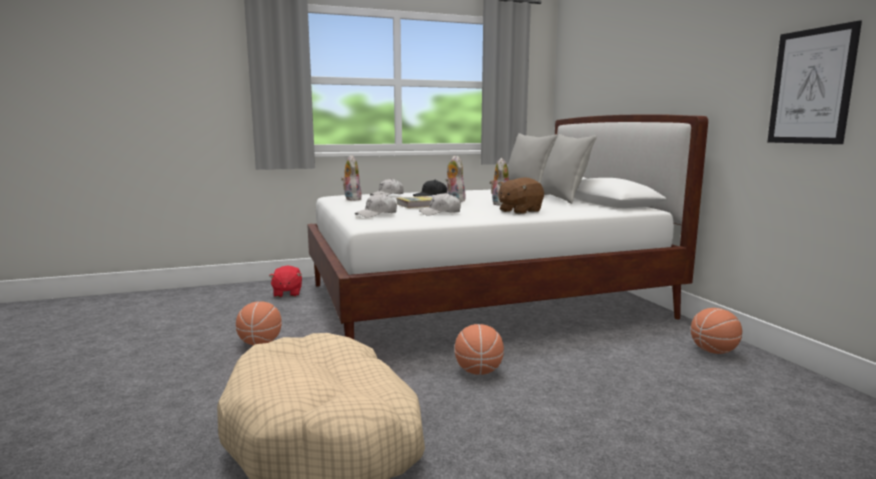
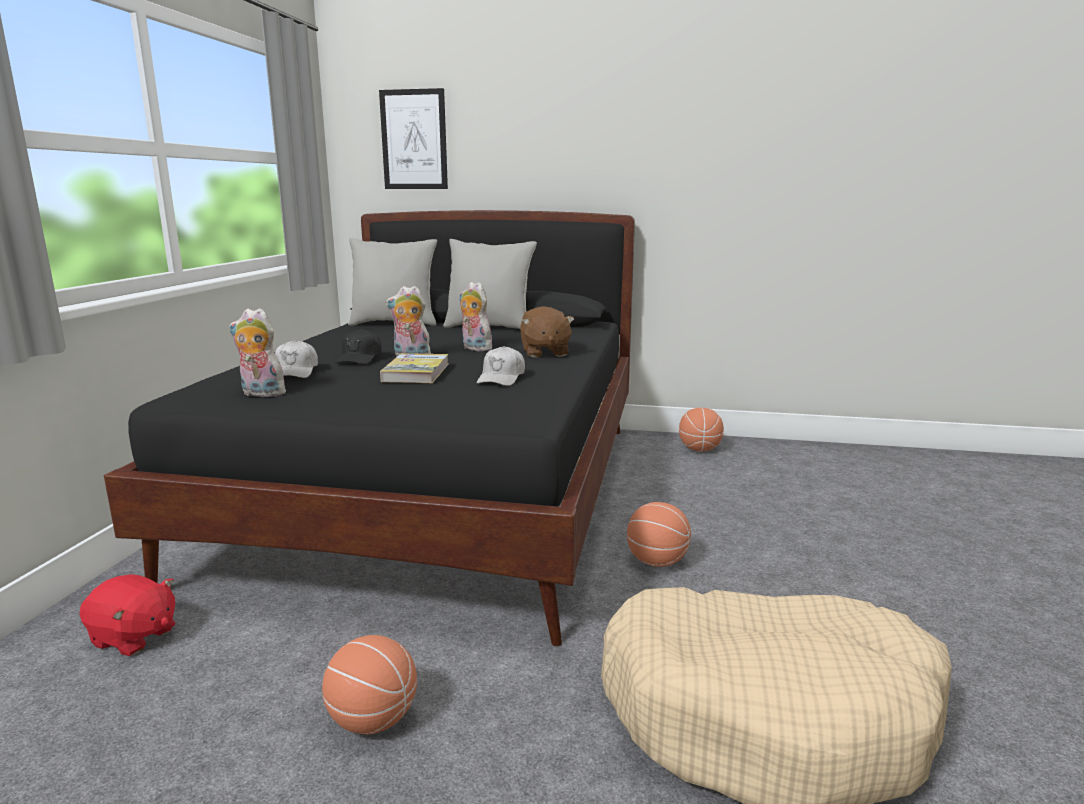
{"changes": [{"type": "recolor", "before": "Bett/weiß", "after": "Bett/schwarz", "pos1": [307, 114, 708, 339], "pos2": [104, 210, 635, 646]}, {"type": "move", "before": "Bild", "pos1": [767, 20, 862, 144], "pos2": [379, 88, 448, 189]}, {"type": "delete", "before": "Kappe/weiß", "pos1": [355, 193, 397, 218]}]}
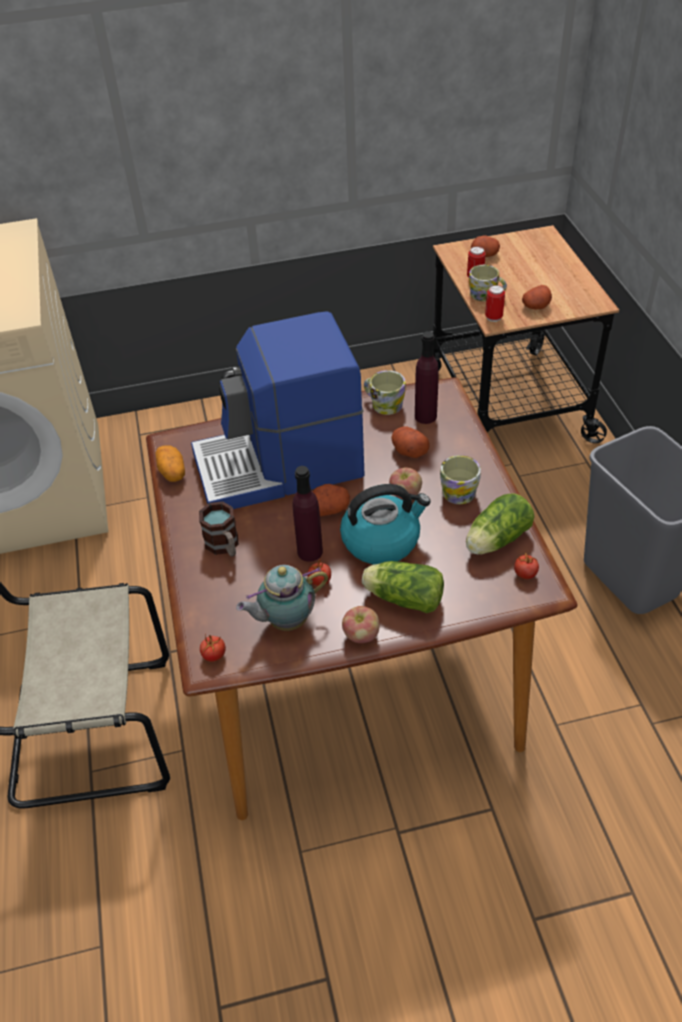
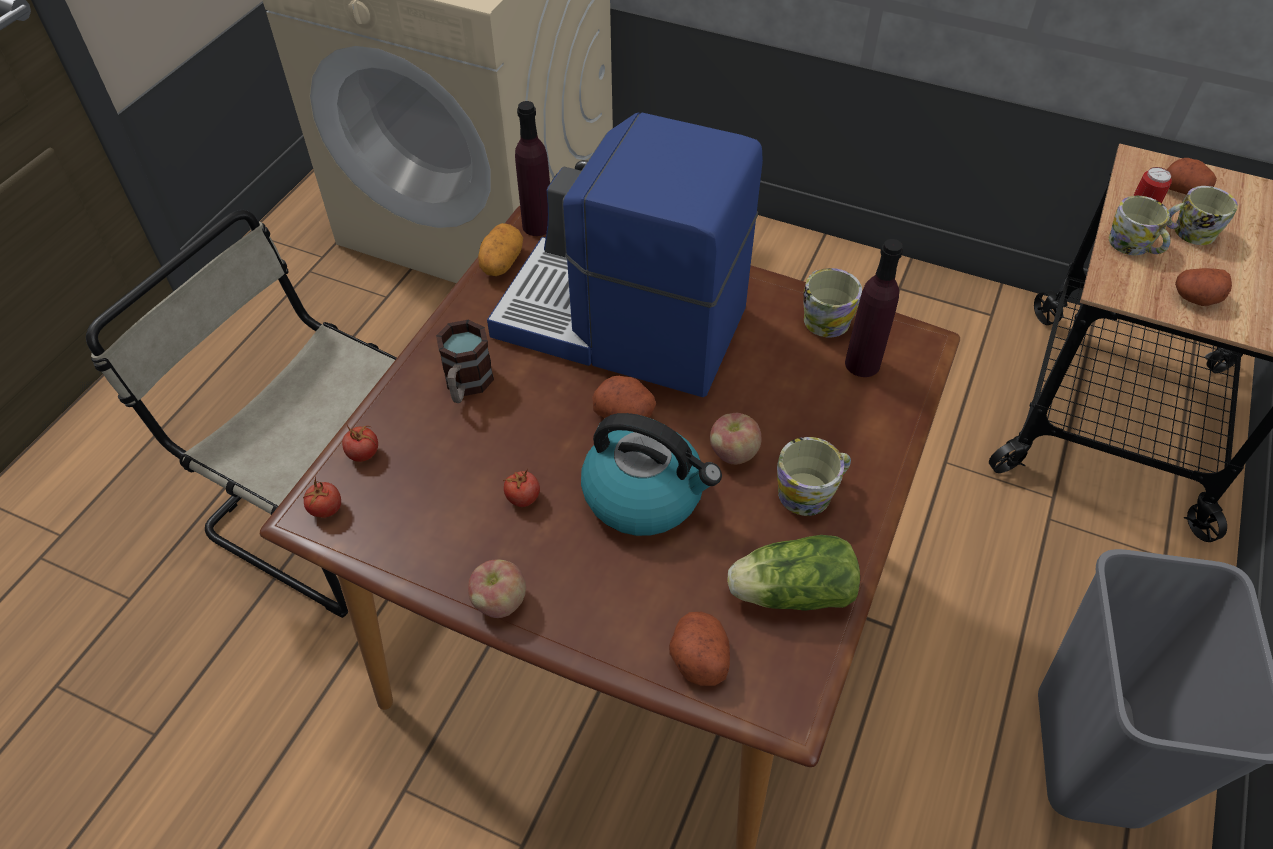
{"changes": [{"type": "move", "before": "Tomate", "pos1": [514, 553, 539, 579], "pos2": [342, 423, 378, 462]}, {"type": "move", "before": "Flasche/lila", "pos1": [292, 466, 323, 562], "pos2": [515, 101, 550, 236]}, {"type": "move", "before": "Kartoffel", "pos1": [391, 426, 430, 458], "pos2": [669, 612, 730, 686]}, {"type": "insert", "after": "Henkelbecher", "pos2": [1166, 186, 1238, 245]}, {"type": "delete", "before": "Teekanne", "pos1": [236, 565, 328, 631]}, {"type": "delete", "before": "Salatkopf", "pos1": [362, 561, 444, 613]}, {"type": "delete", "before": "Dose", "pos1": [485, 285, 505, 322]}]}
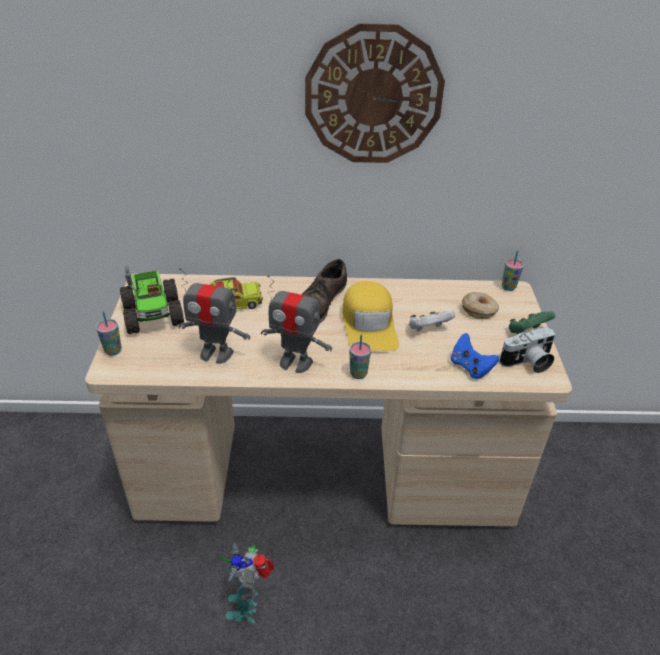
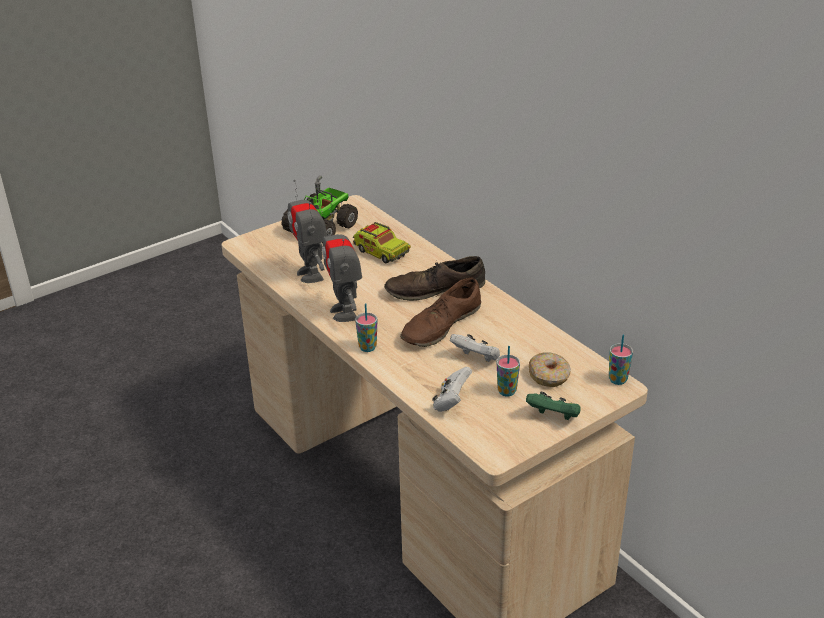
{"changes": [{"type": "replace", "before": "Kappe/gelb", "after": "Schuh/braun", "pos1": [342, 281, 399, 351], "pos2": [400, 278, 481, 347]}, {"type": "recolor", "before": "Gamepad/blau", "after": "Gamepad/weiß", "pos1": [451, 333, 499, 379], "pos2": [432, 367, 472, 412]}, {"type": "move", "before": "Tasse", "pos1": [96, 311, 122, 356], "pos2": [497, 346, 520, 396]}, {"type": "delete", "before": "Spielzeugroboter", "pos1": [218, 543, 274, 624]}, {"type": "delete", "before": "Wanduhr", "pos1": [305, 23, 445, 163]}, {"type": "delete", "before": "Kamera", "pos1": [499, 327, 555, 373]}]}
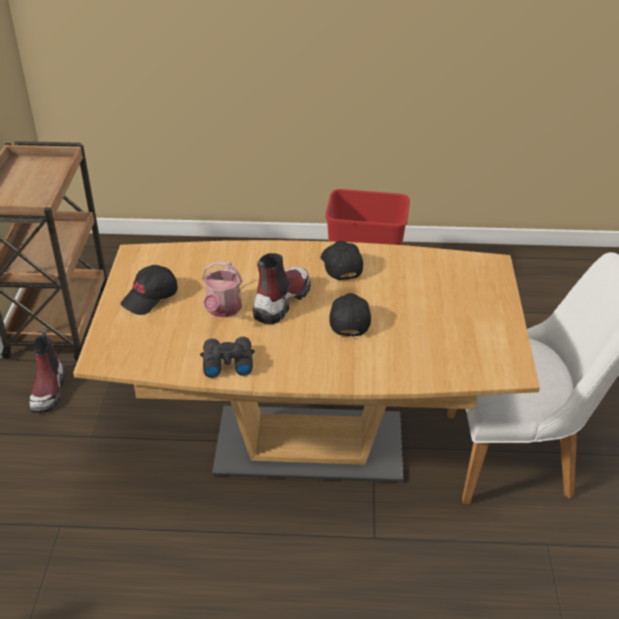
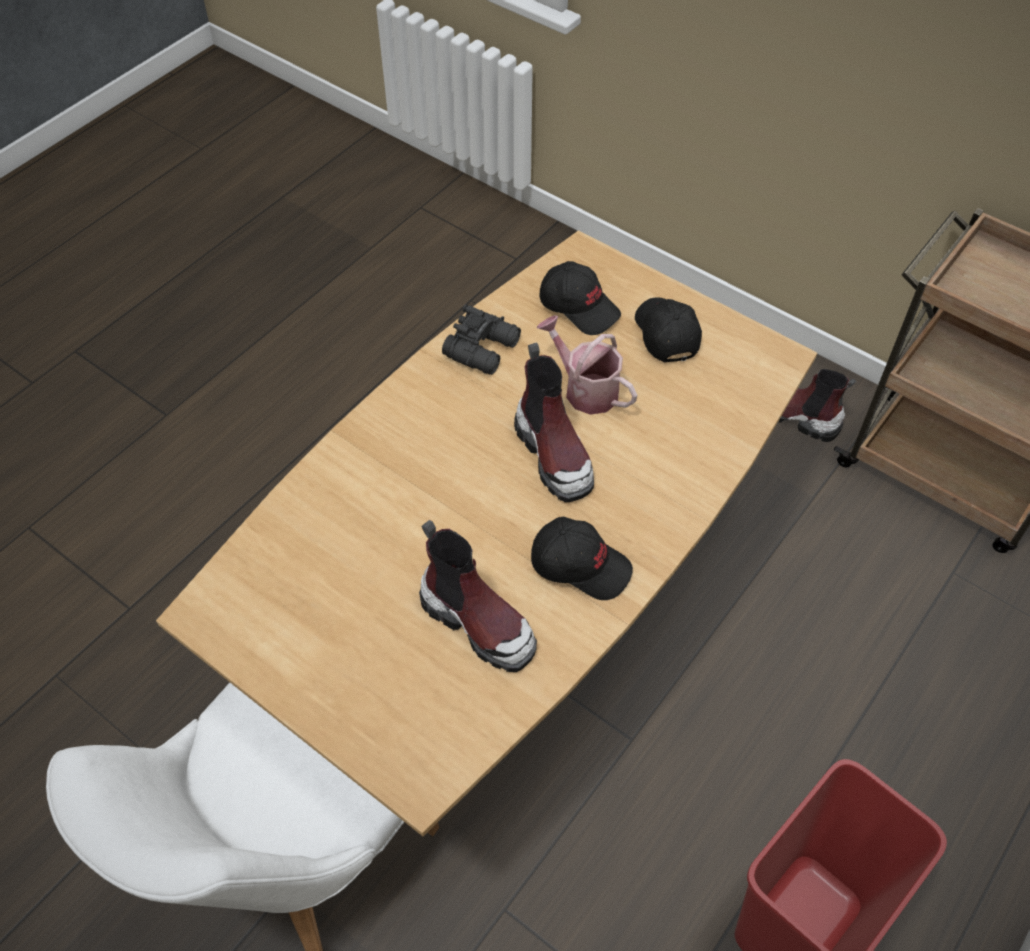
{"changes": [{"type": "insert", "after": "Stiefel", "pos2": [419, 520, 537, 672]}, {"type": "move", "before": "Kappe/schwarz", "pos1": [329, 293, 371, 337], "pos2": [540, 261, 621, 335]}]}
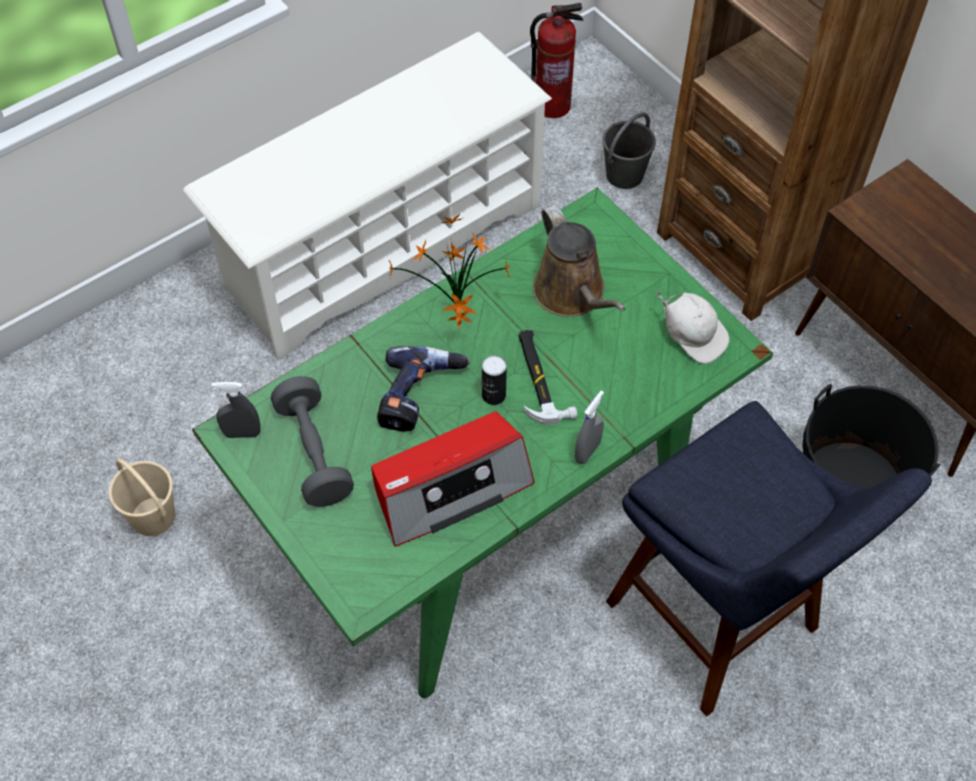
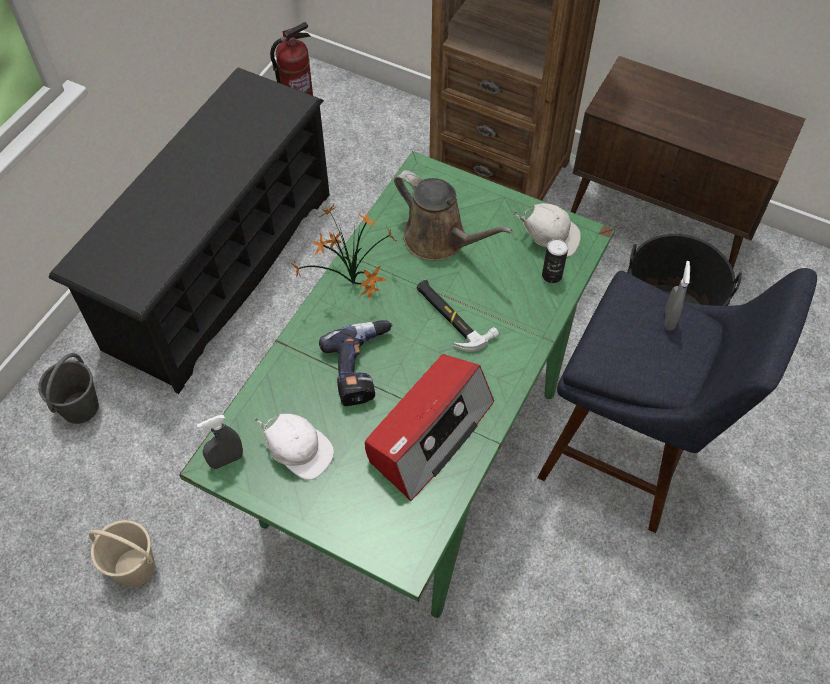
{"changes": [{"type": "move", "before": "Eimer/grau", "pos1": [602, 113, 656, 189], "pos2": [38, 353, 99, 424]}, {"type": "recolor", "before": "Schuhregal/weiß", "after": "Schuhregal/schwarz", "pos1": [183, 32, 552, 361], "pos2": [49, 68, 330, 394]}, {"type": "replace", "before": "Hantel/grau", "after": "Kappe/weiß", "pos1": [271, 376, 354, 507], "pos2": [254, 414, 334, 480]}, {"type": "move", "before": "Dose", "pos1": [482, 355, 507, 405], "pos2": [542, 239, 568, 283]}, {"type": "move", "before": "Sprühflasche/grau", "pos1": [575, 391, 604, 464], "pos2": [665, 261, 690, 331]}]}
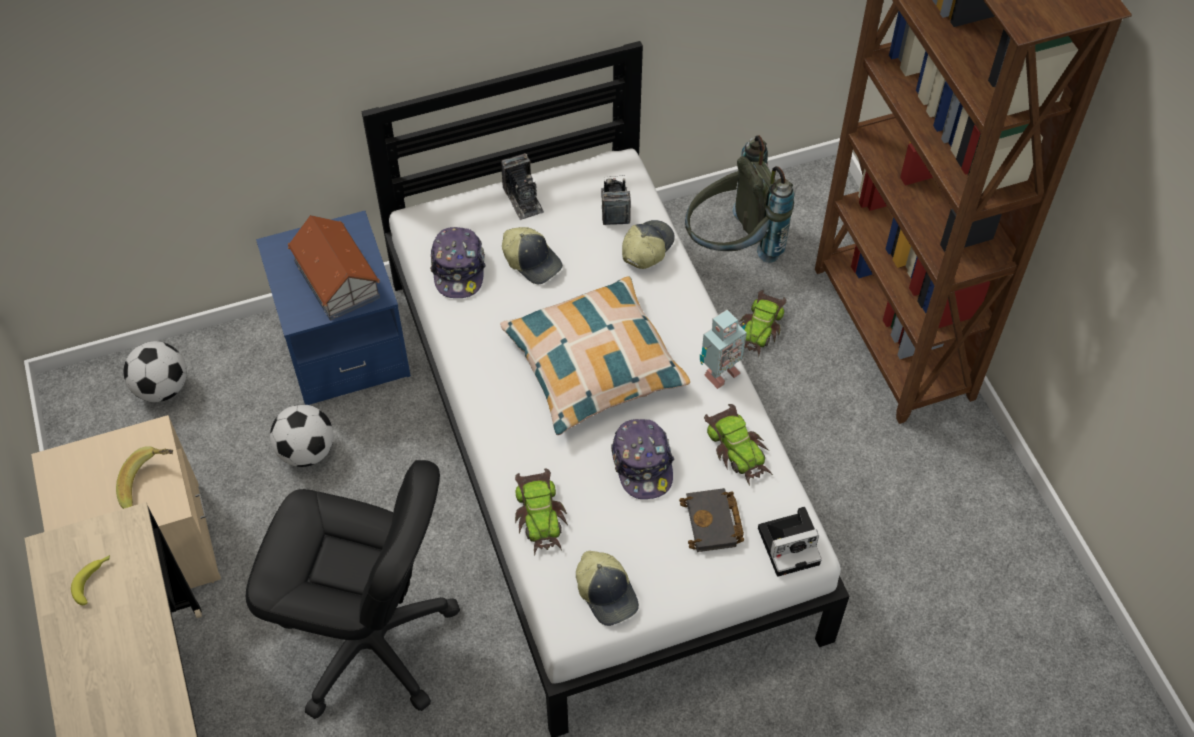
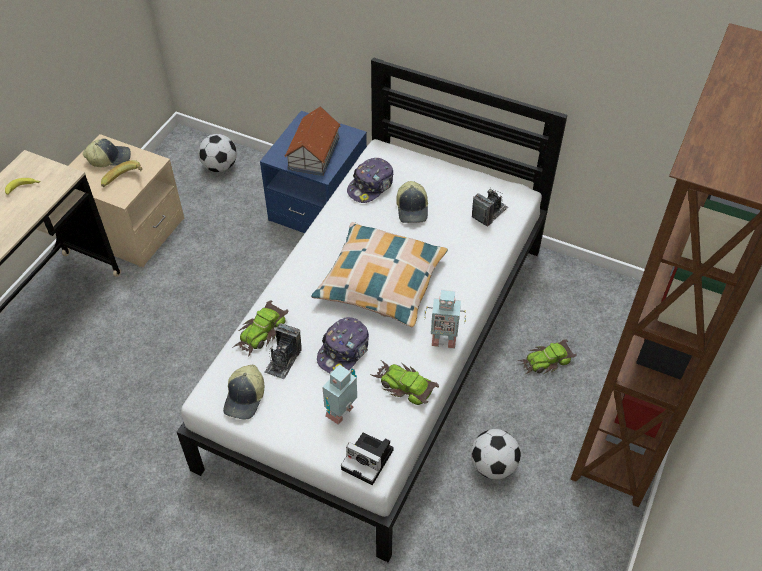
{"changes": [{"type": "move", "before": "Kappe", "pos1": [622, 220, 675, 269], "pos2": [83, 138, 131, 167]}, {"type": "move", "before": "Kamera", "pos1": [501, 153, 544, 221], "pos2": [264, 323, 302, 379]}, {"type": "replace", "before": "Buch/schwarz", "after": "Spielzeugroboter", "pos1": [679, 488, 744, 552], "pos2": [322, 365, 357, 424]}, {"type": "rotate", "before": "Spielzeugauto", "pos1": [704, 404, 773, 486], "pos2": [372, 361, 439, 405], "turn": 105}, {"type": "move", "before": "Fußball", "pos1": [270, 404, 334, 467], "pos2": [471, 429, 521, 479]}, {"type": "delete", "before": "Bürostuhl/schwarz", "pos1": [246, 460, 460, 719]}, {"type": "delete", "before": "Rucksack/grau", "pos1": [685, 135, 794, 263]}]}
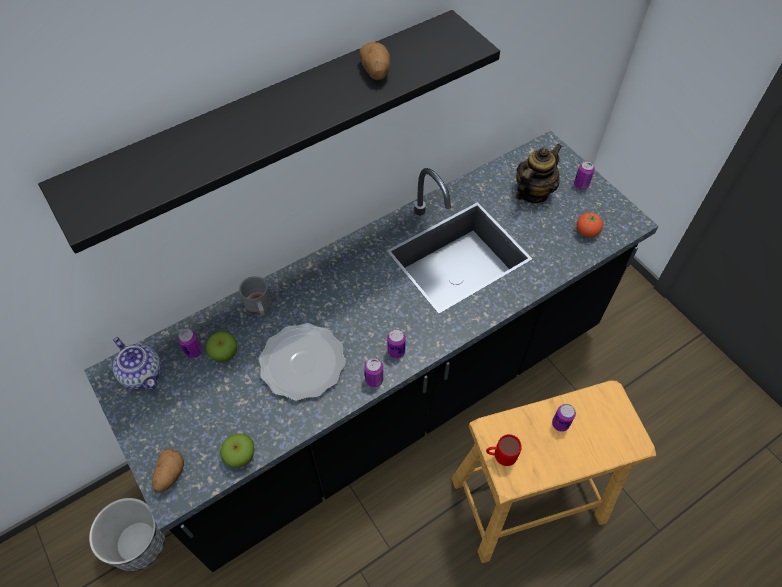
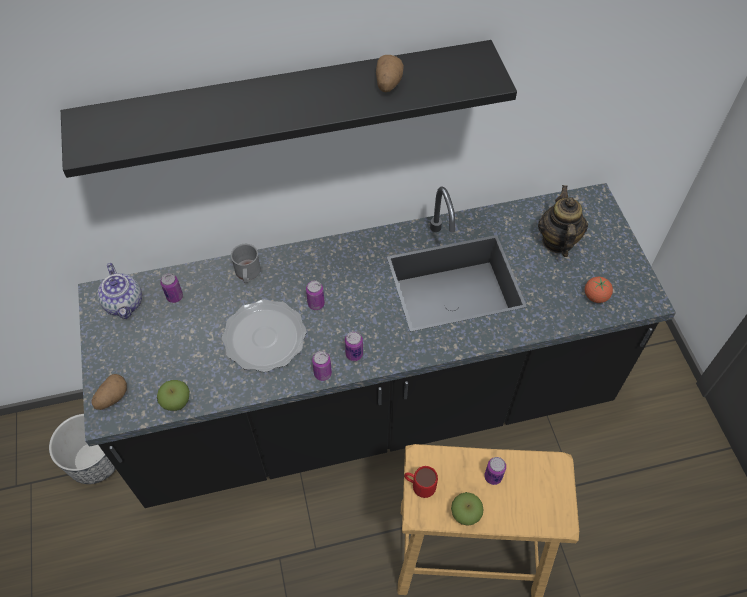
{"changes": [{"type": "move", "before": "Dose", "pos1": [574, 161, 595, 190], "pos2": [306, 280, 325, 310]}, {"type": "move", "before": "Apfel", "pos1": [206, 331, 237, 362], "pos2": [451, 492, 484, 526]}, {"type": "rotate", "before": "Teekanne", "pos1": [516, 143, 562, 203], "pos2": [538, 185, 588, 257], "turn": -60}]}
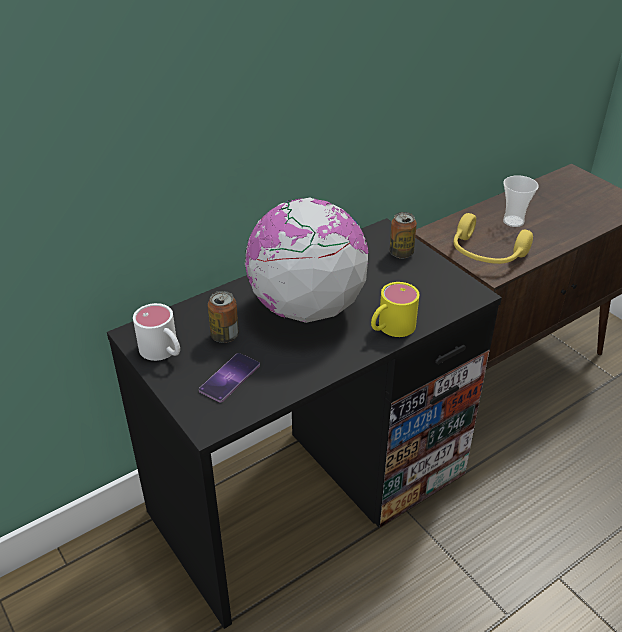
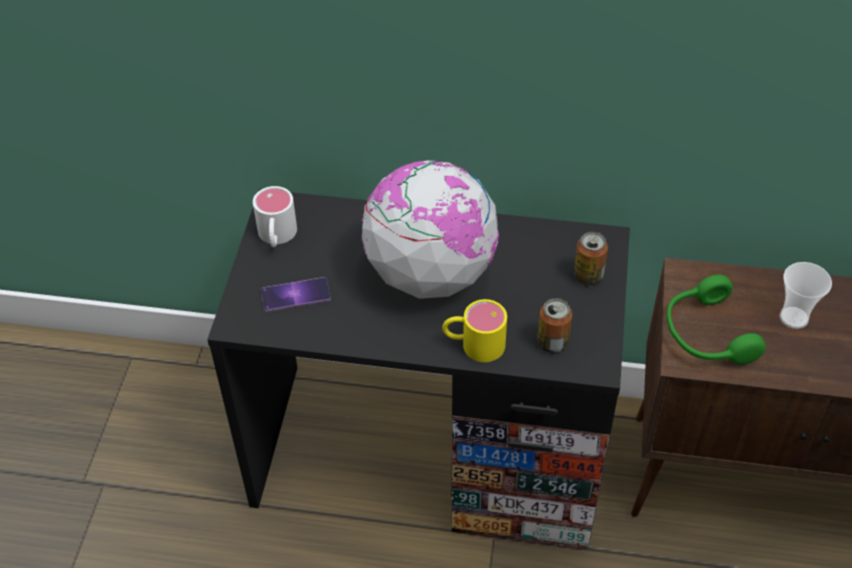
{"changes": [{"type": "move", "before": "Dose", "pos1": [208, 291, 239, 343], "pos2": [537, 298, 572, 353]}, {"type": "recolor", "before": "Kopfhörer/gelb", "after": "Kopfhörer/grün", "pos1": [454, 213, 533, 264], "pos2": [667, 275, 766, 365]}]}
